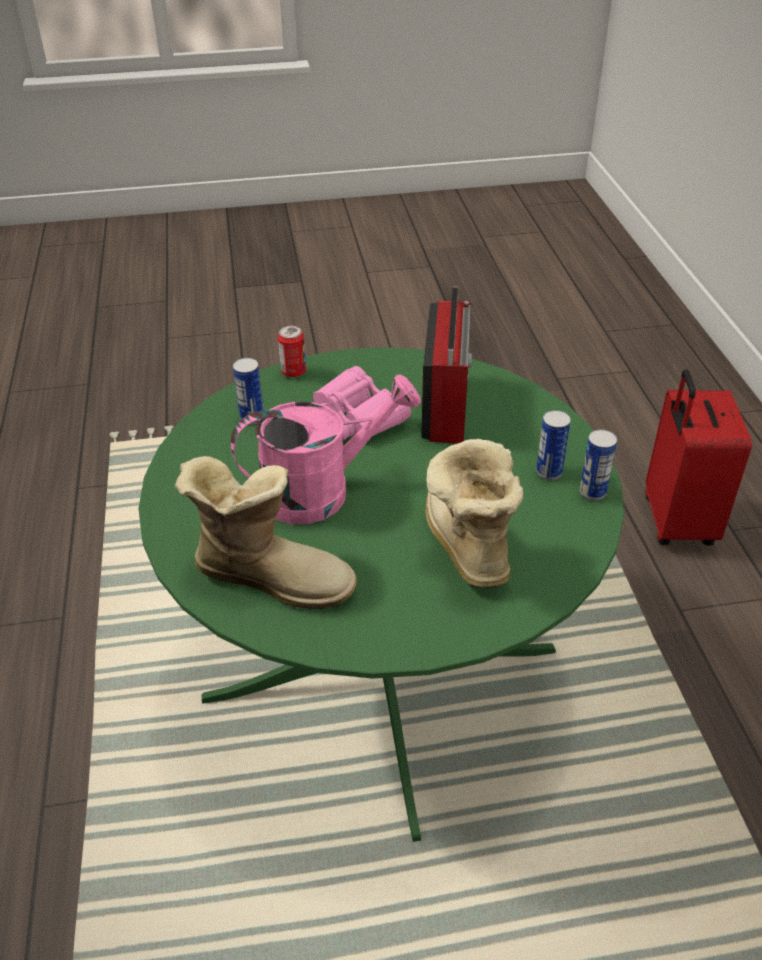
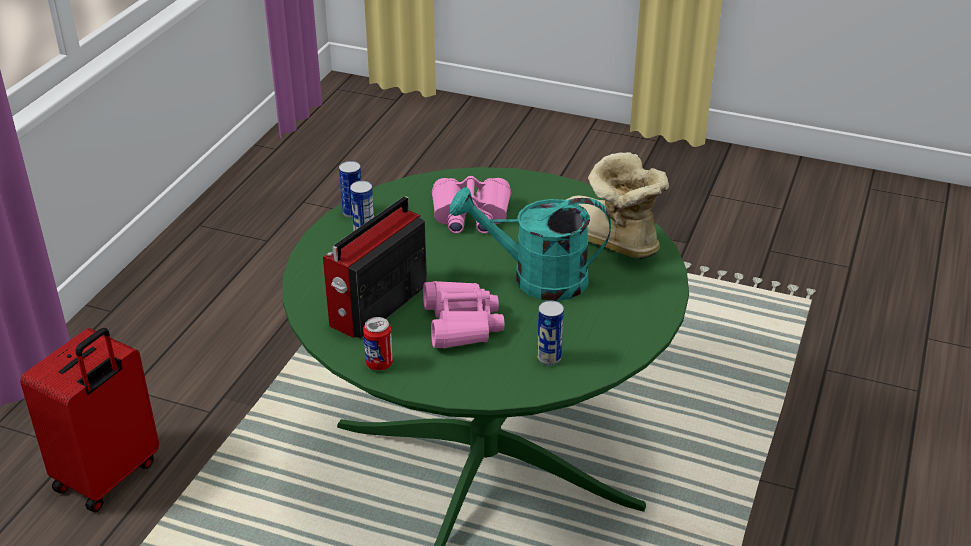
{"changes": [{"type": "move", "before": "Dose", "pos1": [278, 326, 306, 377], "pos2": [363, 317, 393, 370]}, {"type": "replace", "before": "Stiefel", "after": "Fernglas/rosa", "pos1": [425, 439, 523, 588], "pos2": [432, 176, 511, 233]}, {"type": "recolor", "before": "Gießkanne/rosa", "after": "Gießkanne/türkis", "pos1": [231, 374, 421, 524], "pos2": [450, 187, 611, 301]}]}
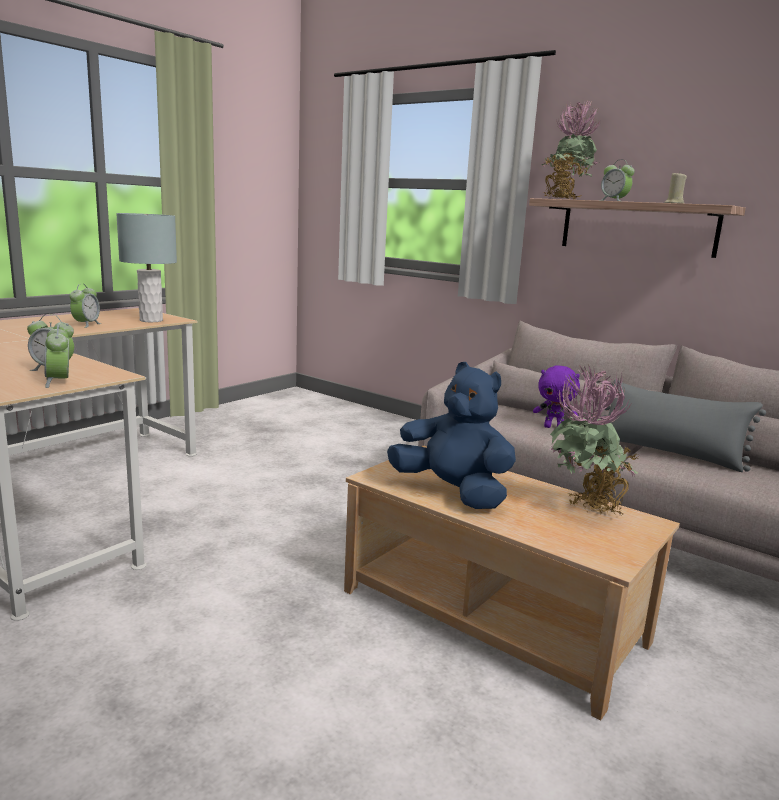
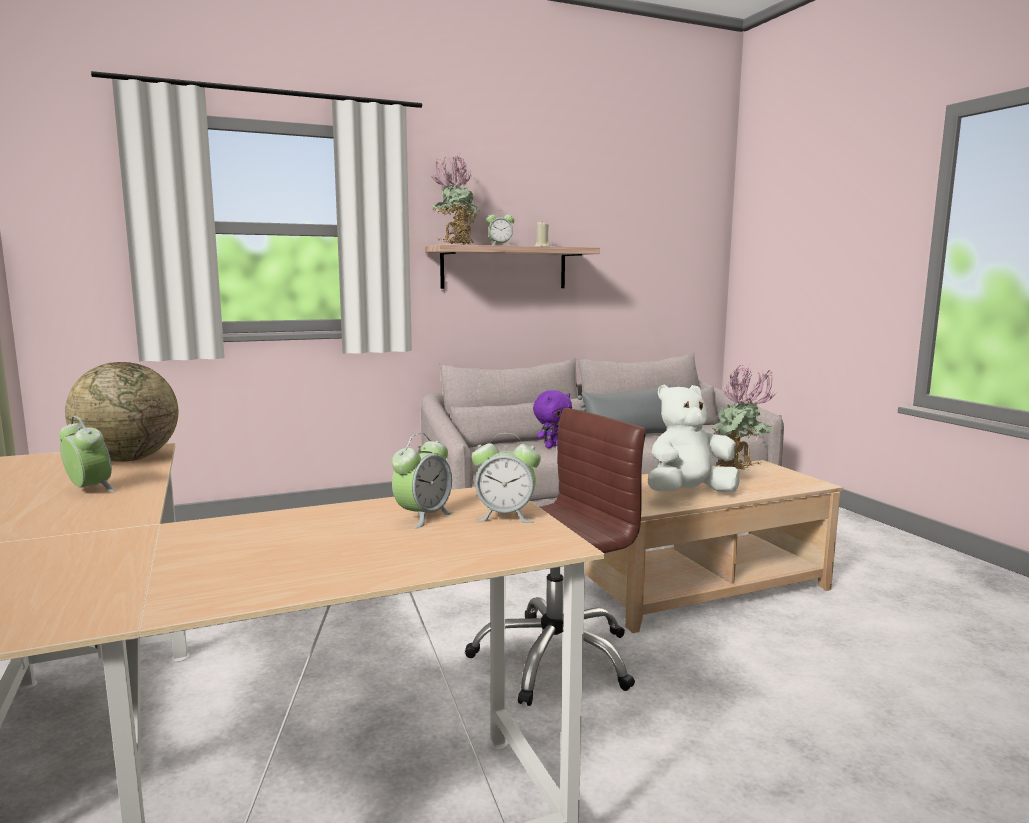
{"changes": [{"type": "replace", "before": "Tischlampe/grau", "after": "Globus", "pos1": [116, 213, 177, 322], "pos2": [65, 362, 178, 462]}, {"type": "insert", "after": "Bürostuhl/braun", "pos2": [465, 408, 646, 706]}, {"type": "recolor", "before": "Plüschtier/blau", "after": "Plüschtier/weiß", "pos1": [387, 362, 516, 509], "pos2": [648, 384, 739, 492]}]}
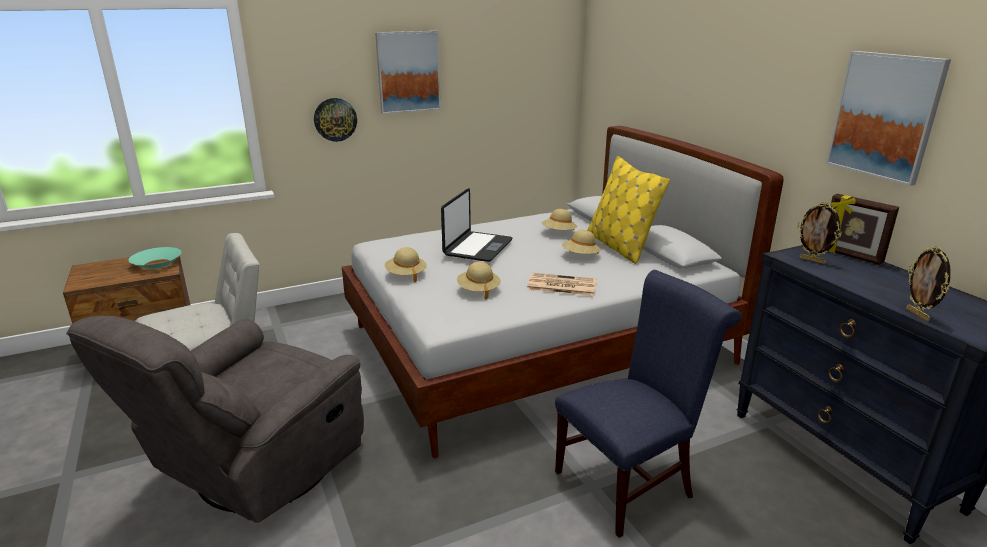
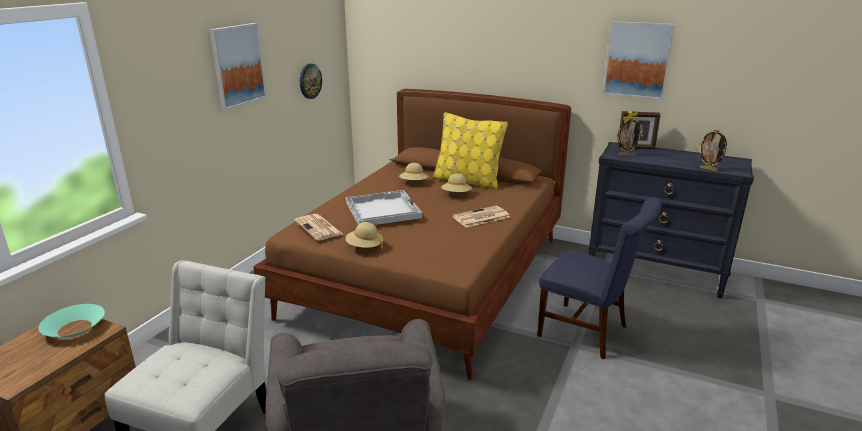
{"changes": [{"type": "recolor", "before": "Bett/weiß", "after": "Bett/braun", "pos1": [342, 126, 784, 458], "pos2": [253, 89, 571, 380]}, {"type": "insert", "after": "Zeitung", "pos2": [295, 214, 343, 241]}, {"type": "move", "before": "Wanduhr", "pos1": [314, 98, 357, 142], "pos2": [300, 64, 322, 99]}, {"type": "replace", "before": "Laptop", "after": "Tablett/weiß", "pos1": [441, 188, 512, 262], "pos2": [346, 190, 422, 225]}, {"type": "rotate", "before": "Stuhl/blau", "pos1": [555, 270, 742, 538], "pos2": [537, 198, 662, 360], "turn": 105}, {"type": "delete", "before": "Hut/beige", "pos1": [457, 262, 501, 300]}]}
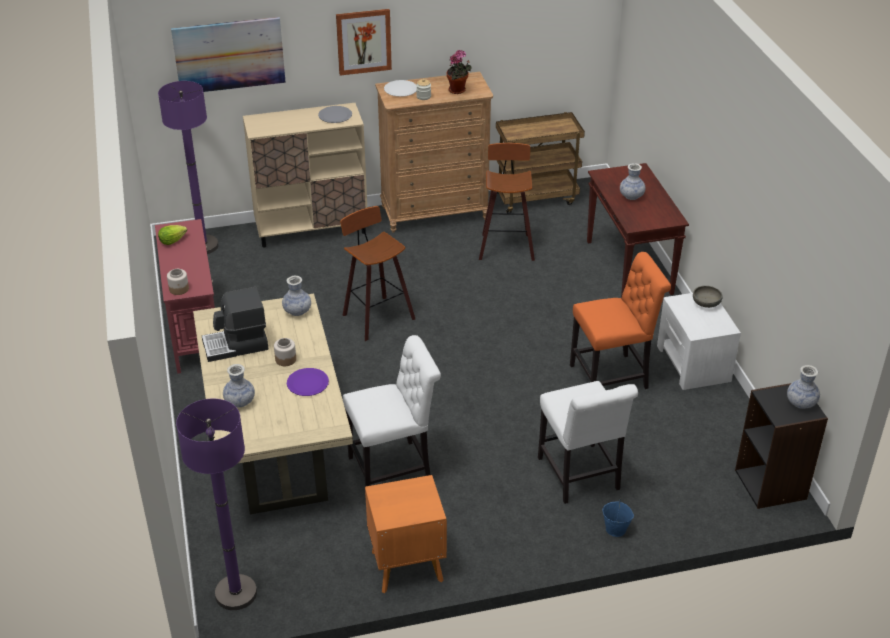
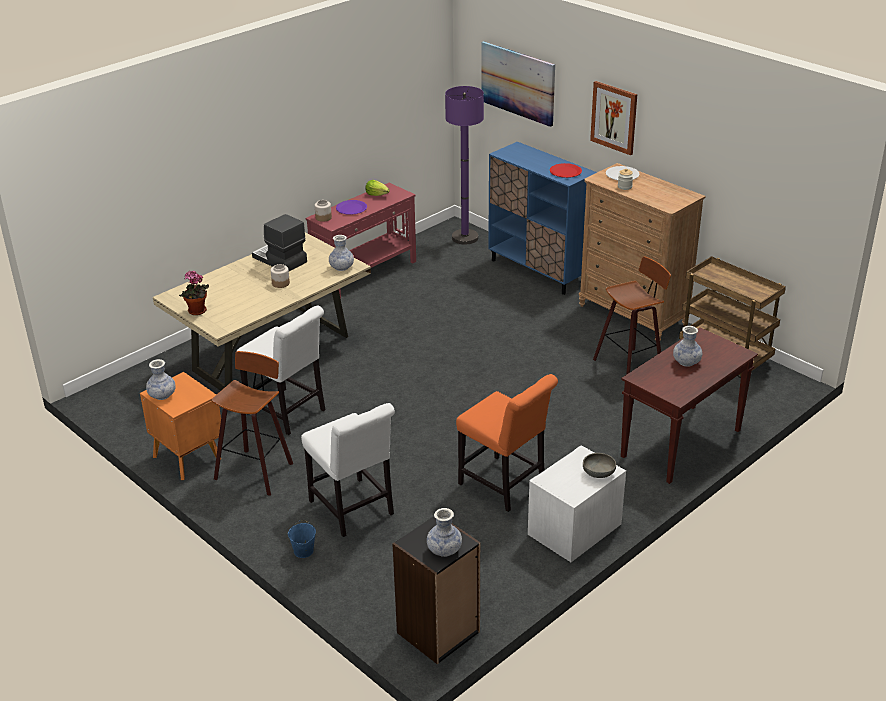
{"changes": [{"type": "move", "before": "Vase", "pos1": [223, 364, 255, 407], "pos2": [146, 359, 176, 400]}, {"type": "move", "before": "Topfpflanze", "pos1": [447, 50, 472, 94], "pos2": [179, 271, 209, 315]}, {"type": "move", "before": "Hocker", "pos1": [340, 206, 415, 341], "pos2": [212, 351, 293, 496]}, {"type": "rotate", "before": "Stuhl/weiß", "pos1": [538, 381, 638, 504], "pos2": [301, 403, 395, 537], "turn": -75}, {"type": "move", "before": "Teller/lila", "pos1": [287, 368, 329, 396], "pos2": [336, 200, 367, 215]}, {"type": "recolor", "before": "Schrank/beige", "after": "Schrank/blau", "pos1": [243, 103, 367, 247], "pos2": [488, 142, 597, 295]}, {"type": "recolor", "before": "Teller/grau", "after": "Teller/rot", "pos1": [318, 106, 352, 123], "pos2": [550, 163, 582, 178]}, {"type": "delete", "before": "Stehlampe/lila", "pos1": [176, 399, 257, 610]}]}
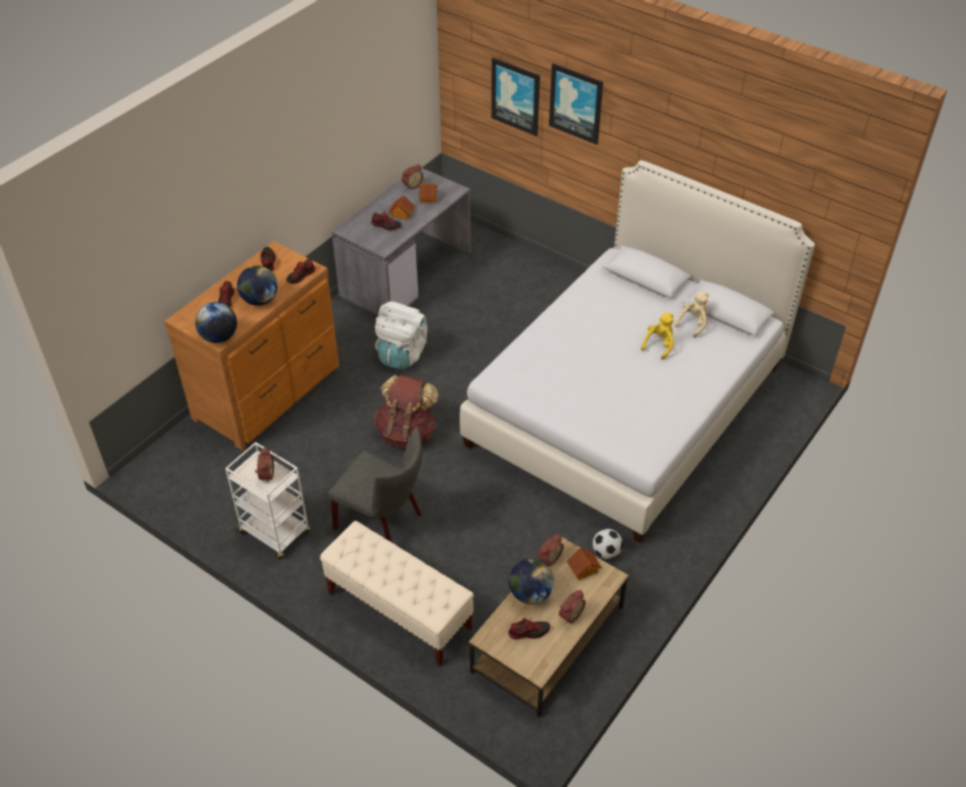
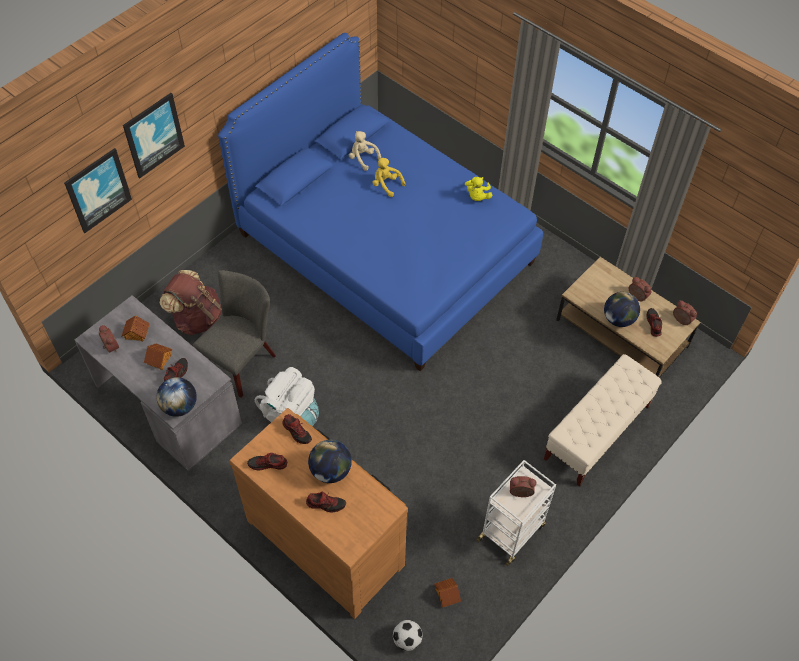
{"changes": [{"type": "move", "before": "Globus", "pos1": [195, 302, 237, 343], "pos2": [156, 377, 197, 417]}, {"type": "move", "before": "Rucksack/braun", "pos1": [374, 375, 438, 448], "pos2": [160, 270, 222, 335]}, {"type": "move", "before": "Stuhl/grau", "pos1": [328, 427, 422, 542], "pos2": [193, 270, 276, 398]}, {"type": "recolor", "before": "Bett/weiß", "after": "Bett/blau", "pos1": [460, 160, 815, 543], "pos2": [218, 33, 543, 371]}, {"type": "move", "before": "Fußball", "pos1": [593, 529, 623, 559], "pos2": [393, 620, 422, 651]}, {"type": "move", "before": "Spielzeughaus", "pos1": [567, 548, 602, 580], "pos2": [434, 578, 461, 607]}, {"type": "insert", "after": "Plüschtier/gelb", "pos2": [465, 177, 492, 201]}, {"type": "move", "before": "Wecker", "pos1": [538, 534, 564, 566], "pos2": [673, 300, 697, 325]}]}
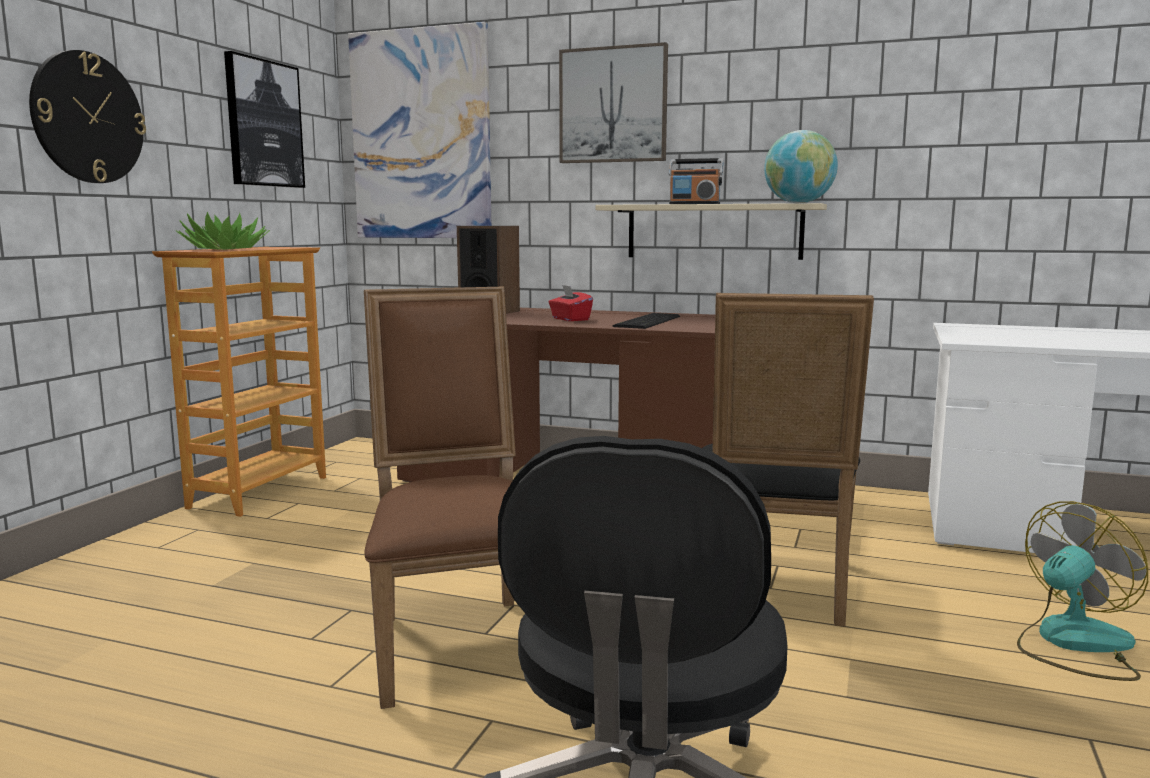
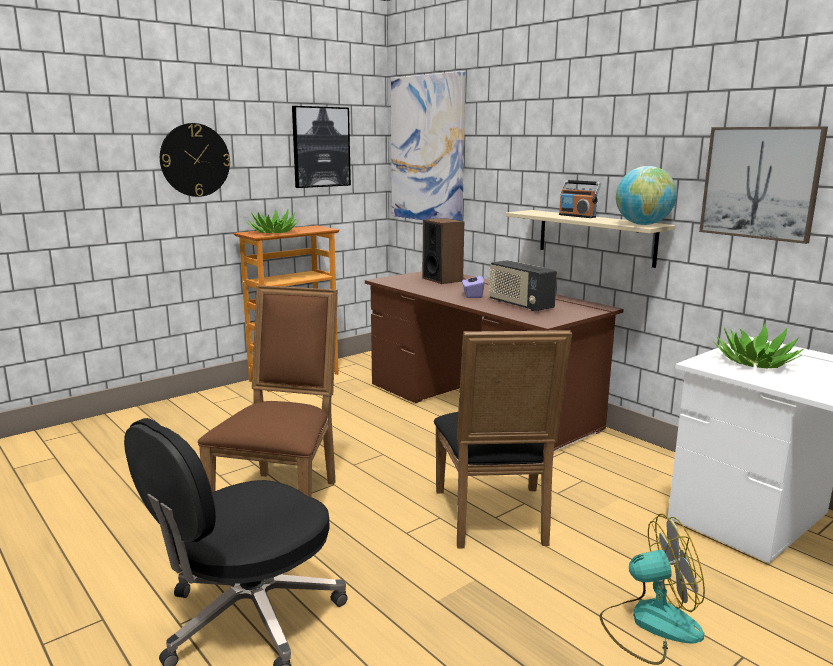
{"changes": [{"type": "rotate", "before": "Stuhl/schwarz", "pos1": [702, 293, 874, 626], "pos2": [434, 330, 572, 549], "turn": -45}, {"type": "recolor", "before": "Taschentuchbox/rot", "after": "Taschentuchbox/lila", "pos1": [549, 285, 593, 321], "pos2": [462, 272, 484, 298]}, {"type": "replace", "before": "Tastatur", "after": "Radio", "pos1": [613, 313, 680, 329], "pos2": [488, 260, 557, 311]}, {"type": "move", "before": "Bild", "pos1": [559, 42, 668, 163], "pos2": [699, 126, 828, 244]}, {"type": "insert", "after": "Topfpflanze", "pos2": [712, 324, 804, 368]}]}
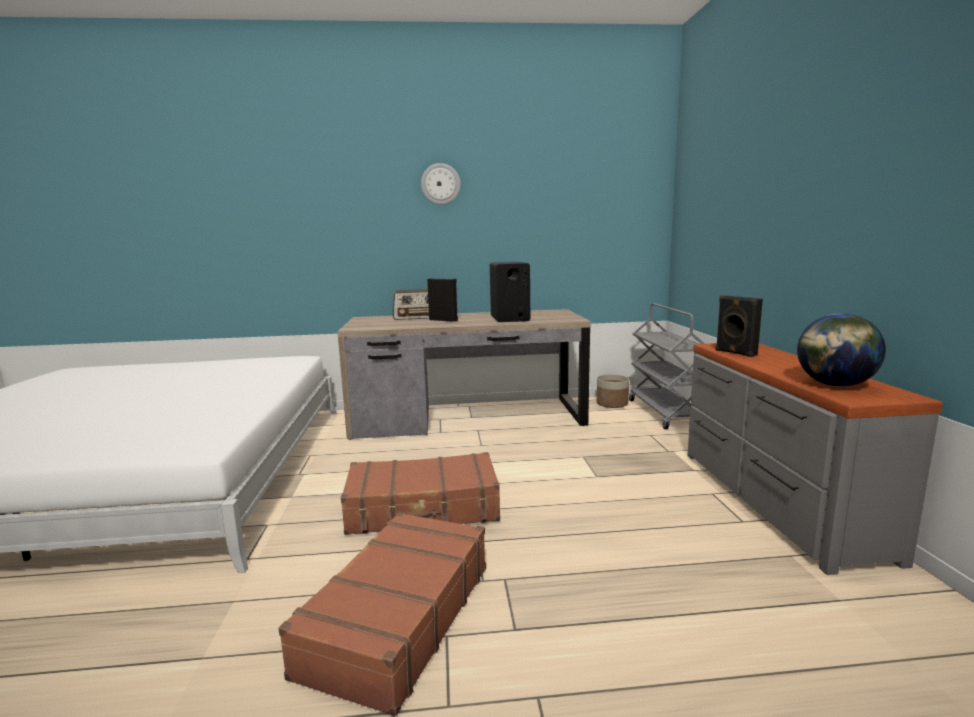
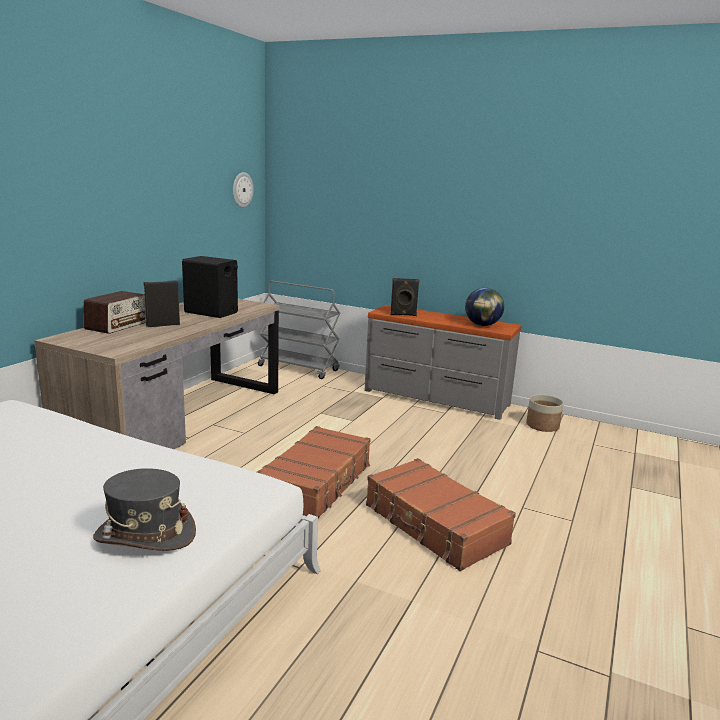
{"changes": [{"type": "insert", "after": "Hut/grau", "pos2": [93, 468, 196, 551]}, {"type": "move", "before": "Wanduhr", "pos1": [421, 163, 461, 205], "pos2": [233, 172, 254, 208]}, {"type": "move", "before": "Pflanzkübel", "pos1": [597, 374, 629, 408], "pos2": [526, 395, 563, 432]}]}
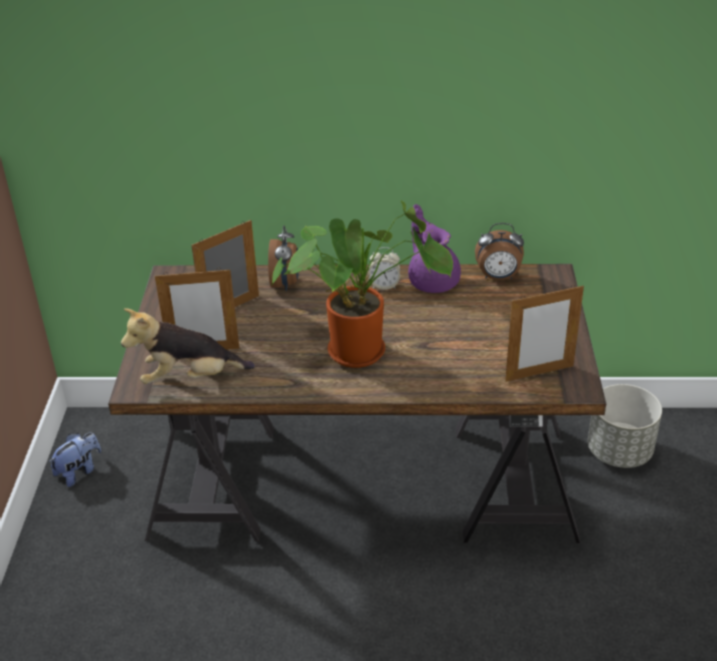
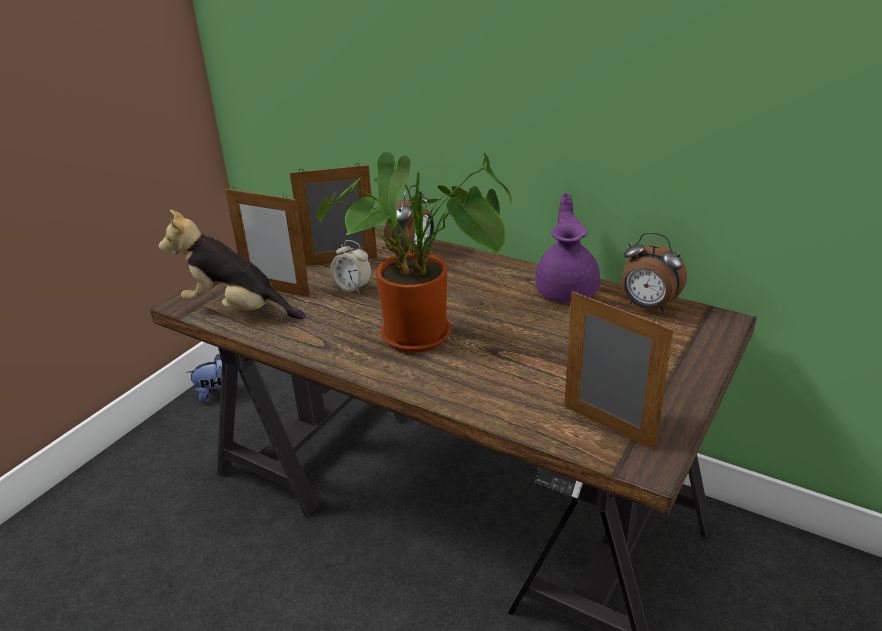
{"changes": [{"type": "move", "before": "Wecker", "pos1": [368, 247, 400, 290], "pos2": [330, 240, 372, 294]}, {"type": "rotate", "before": "Bilderrahmen", "pos1": [505, 286, 584, 382], "pos2": [564, 291, 673, 450], "turn": -150}, {"type": "delete", "before": "Pflanzkübel/grau", "pos1": [588, 384, 662, 468]}]}
